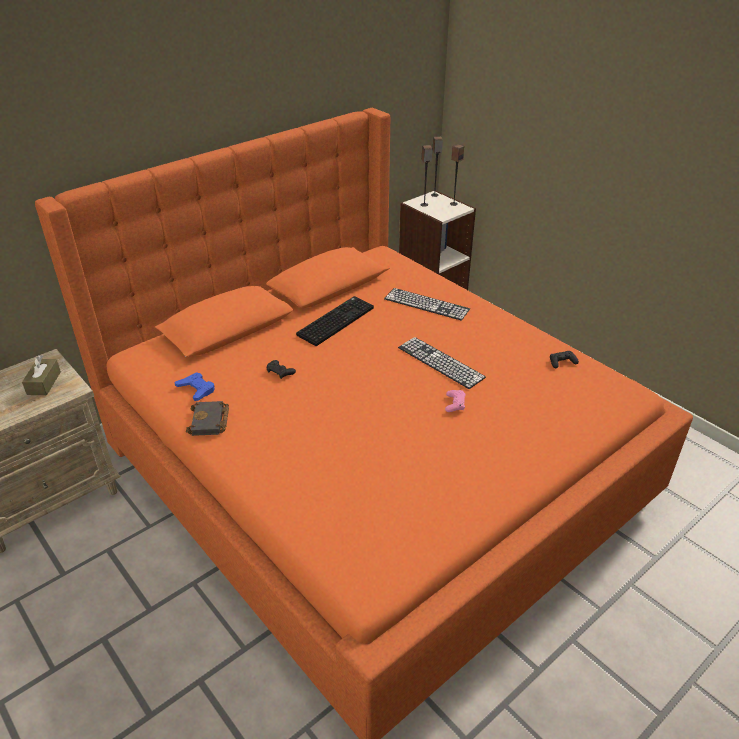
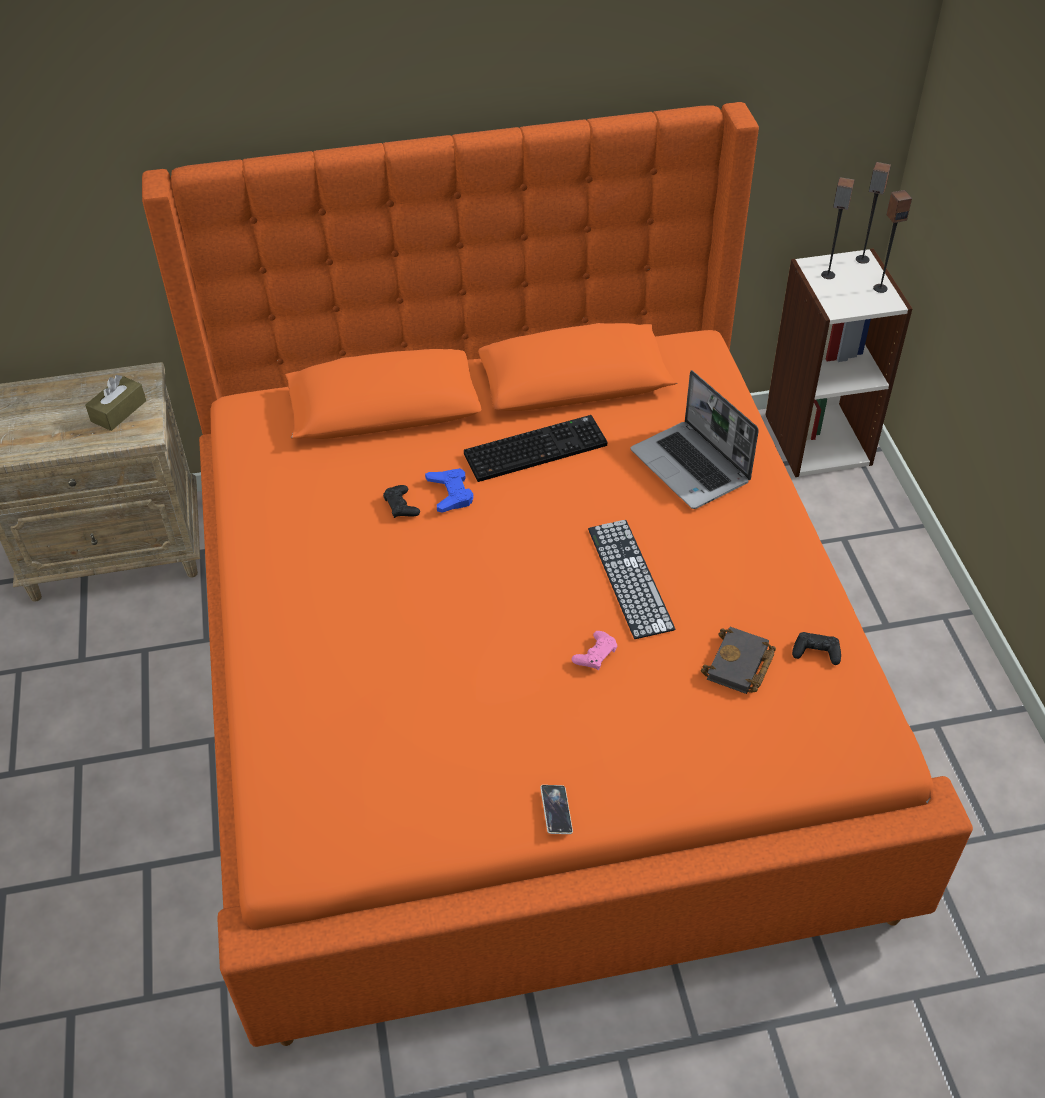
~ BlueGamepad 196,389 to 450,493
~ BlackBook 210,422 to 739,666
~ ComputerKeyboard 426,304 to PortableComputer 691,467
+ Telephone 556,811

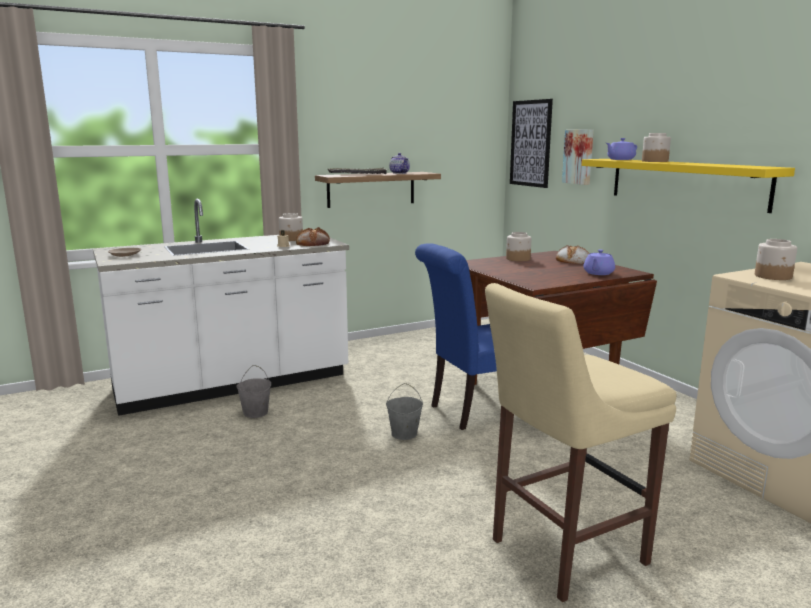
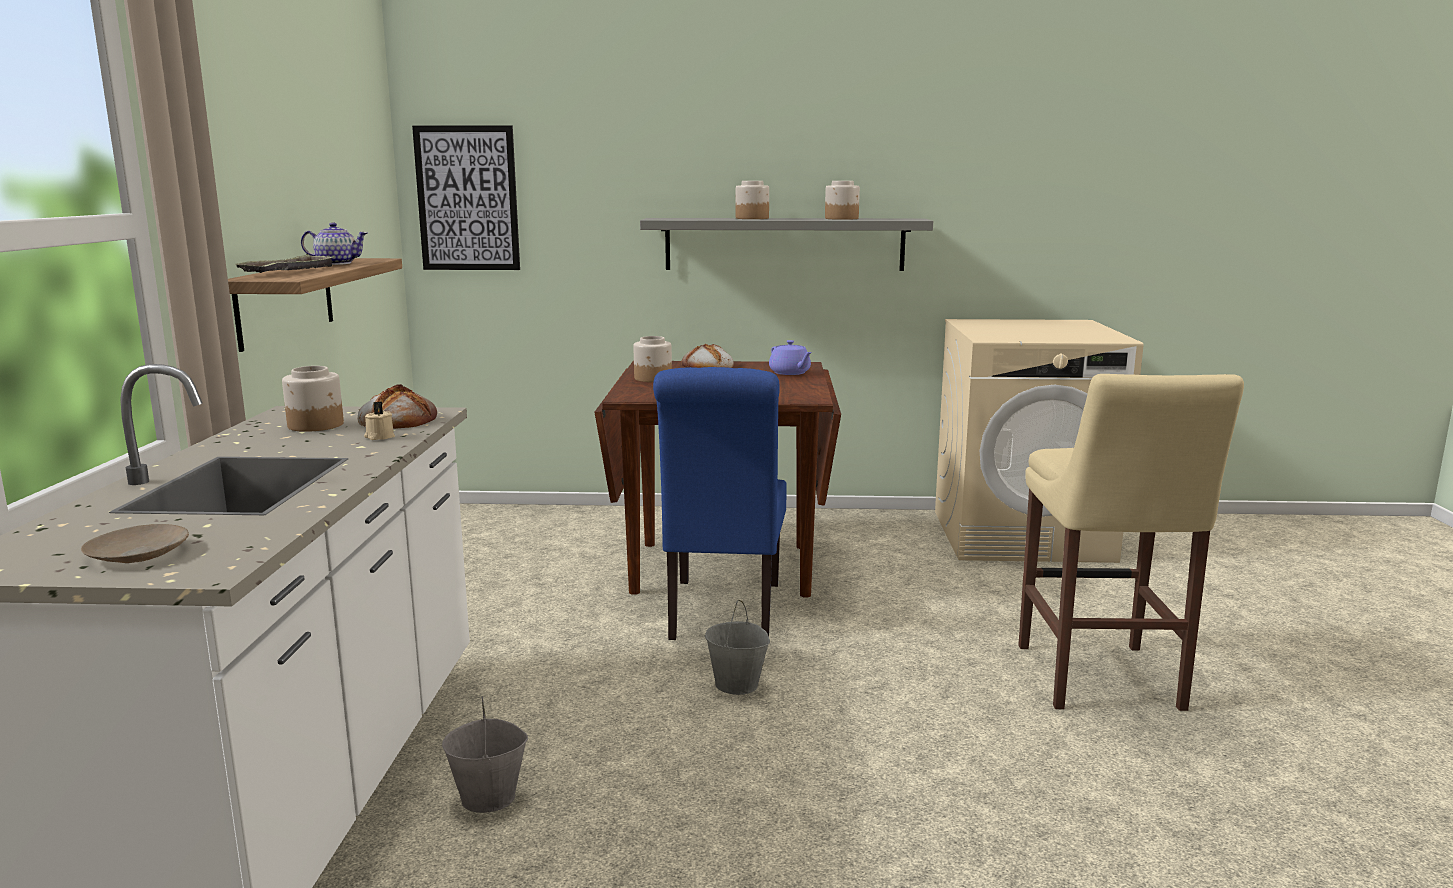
- Picture 579,156
~ YellowishBracketShelf 685,183 to GreyBracketShelf 784,244
- PurplishTeapot 620,159
~ Jar 773,276 to 842,218

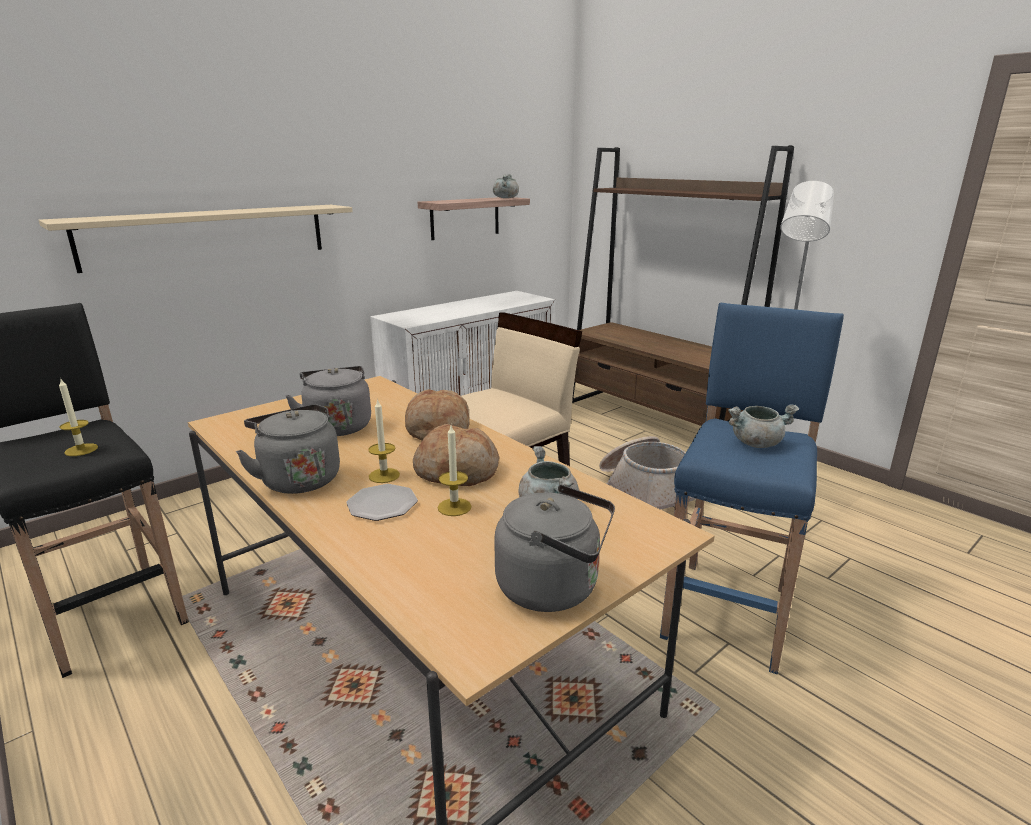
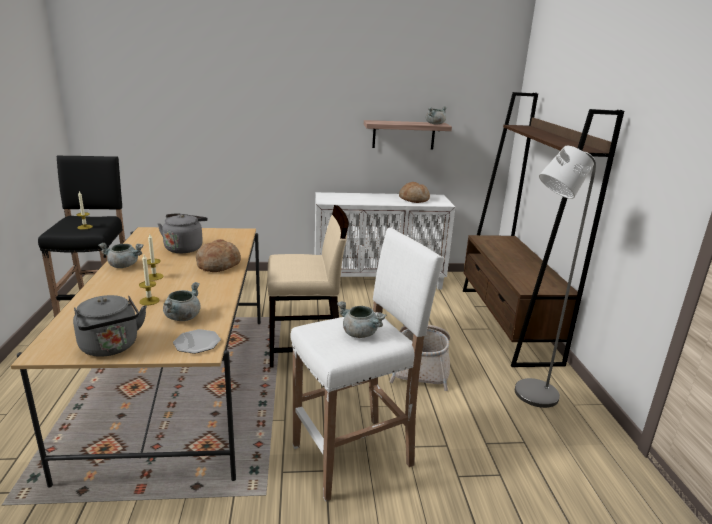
- BeigeColouredBracketShelf 208,235
~ GreyKettle 298,478 to GreyCookingPot 124,265
~ DinnerPlate 382,505 to 197,343
~ Bread 457,471 to 414,199
~ BlueStool 728,610 to WhitishStool 355,455

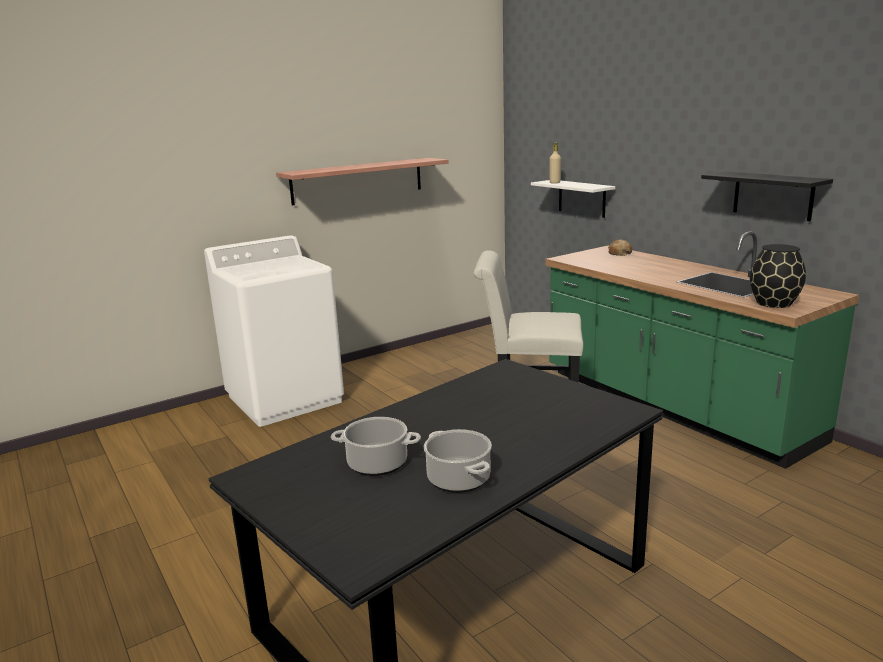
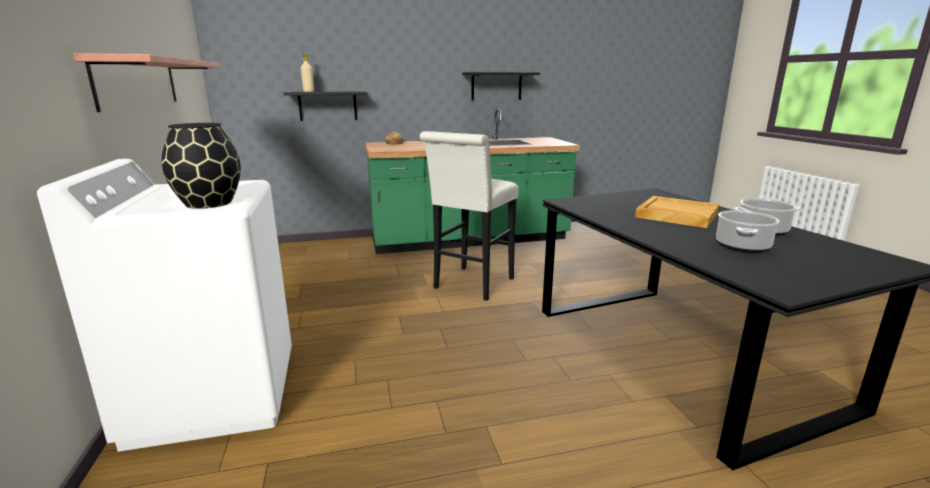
~ WhitishBracketShelf 581,198 to BlackBracketShelf 328,106
~ BlackFlowerVase 773,303 to 208,203
+ BeigeColouredCarryingTray 676,215

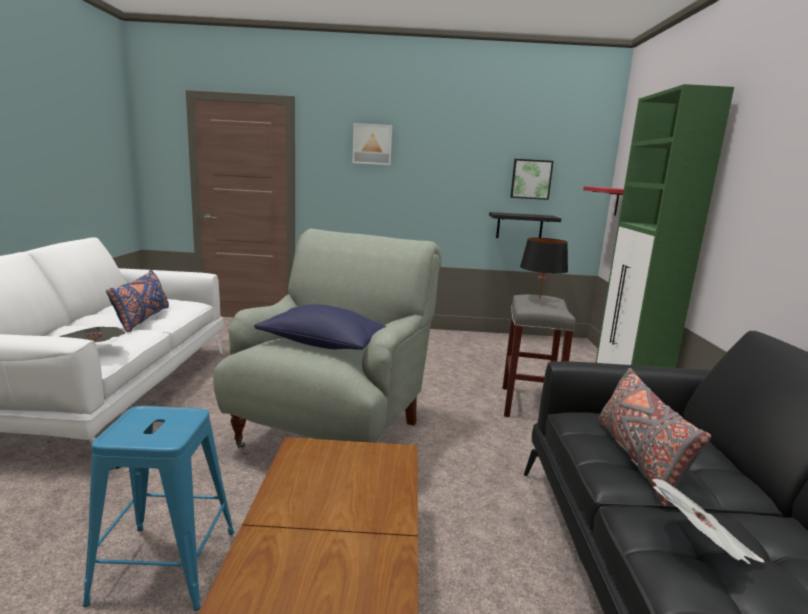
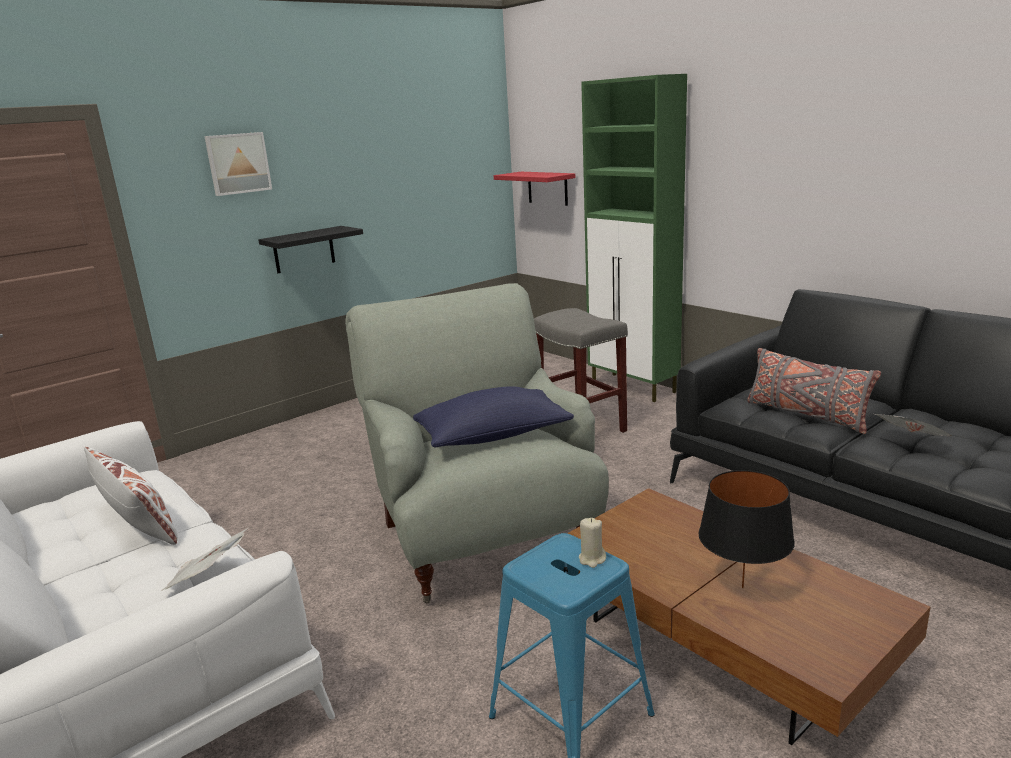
~ BluePillow 142,319 to WhitishPillow 138,524
~ BlackBracketShelf 519,226 to 304,250
- Picture 531,179
~ BlackTableLamp 540,298 to 743,588
+ BeigeColouredWaxCandle 592,559

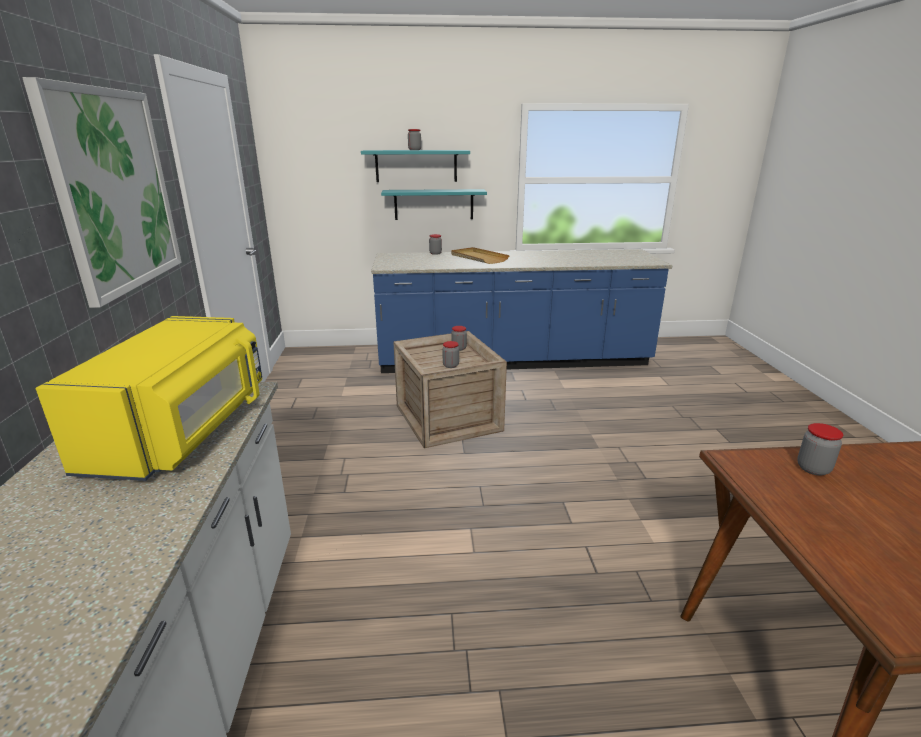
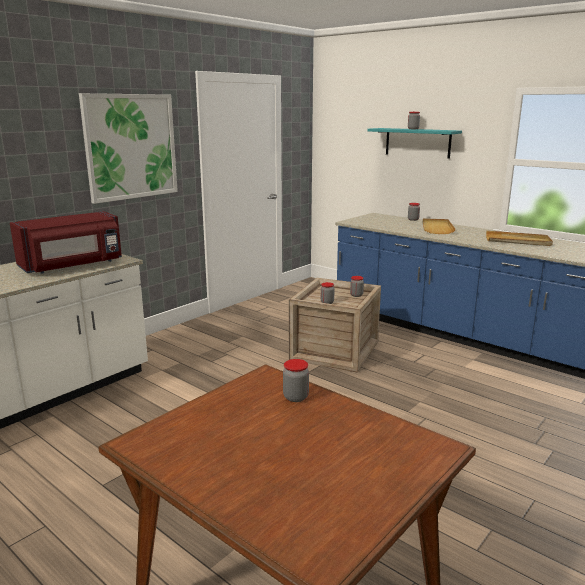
~ YellowishMicrowave 184,432 to RedColouredMicrowave 73,266
- TurquoiseColouredBracketShelf 434,204
+ BeigeColouredCarryingTray 518,241

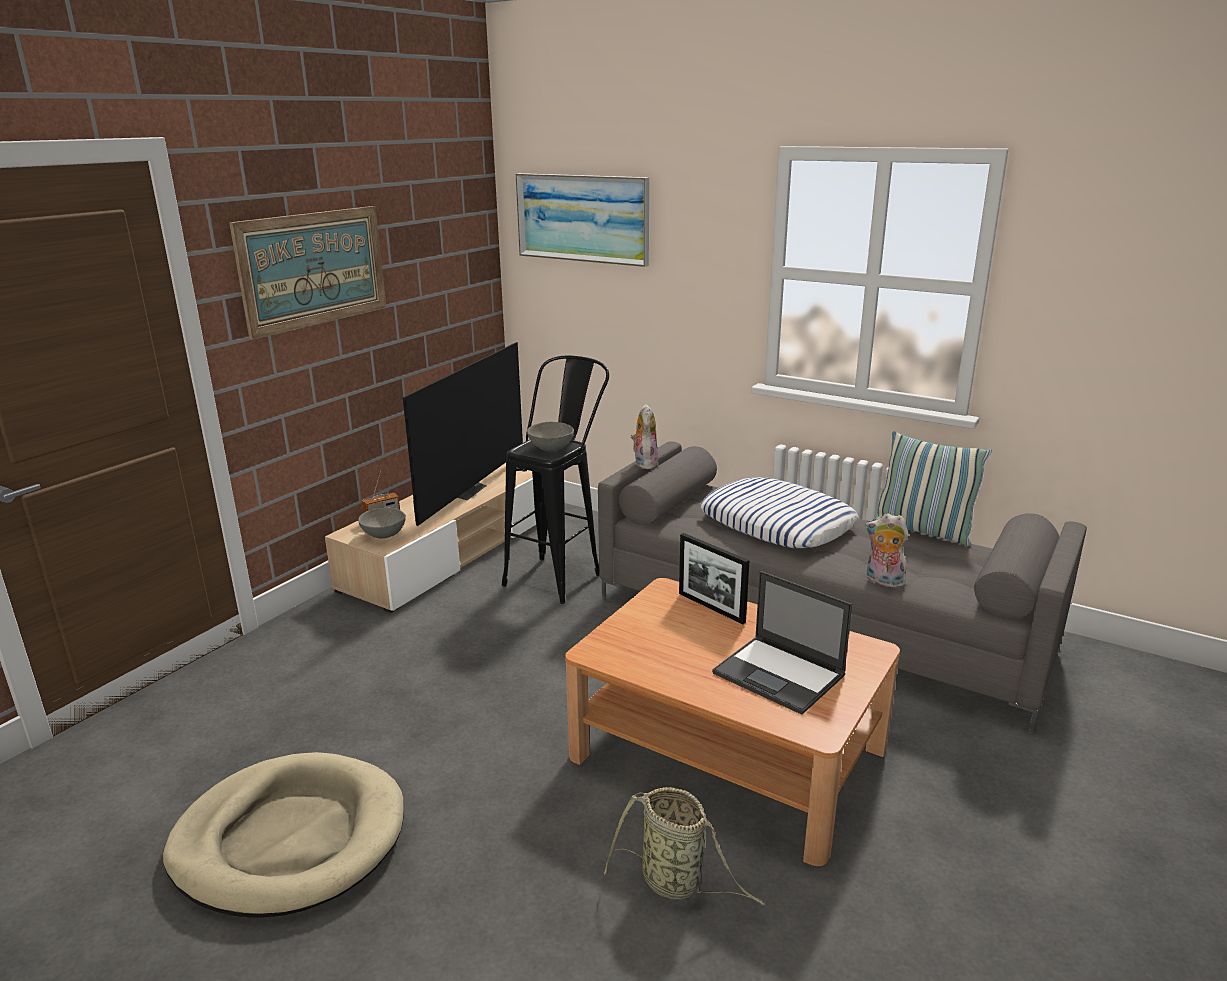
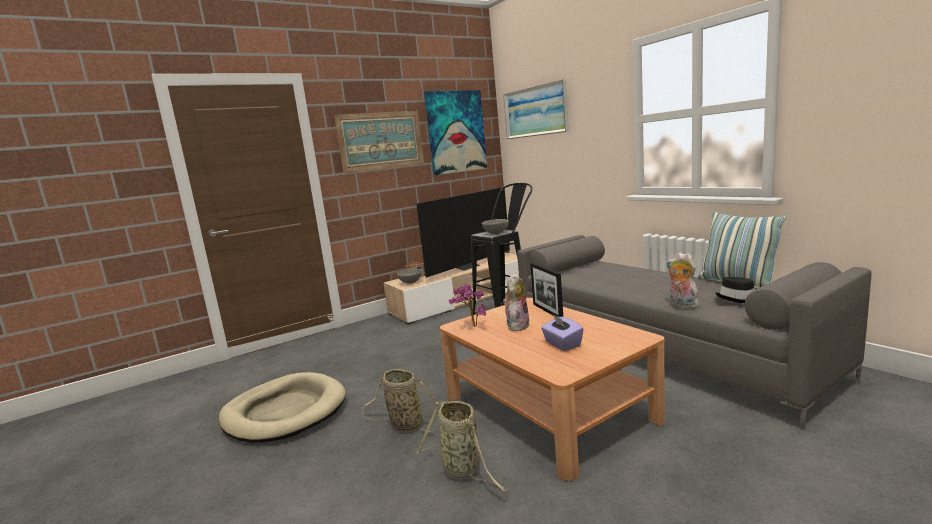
~ SoftToy 644,463 to 517,325
- Pillow 777,523
~ PortableComputer 780,675 to PurplishBoxOfTissues 562,344
+ StorageBasket 404,425
+ Picture 456,132
+ PottedPlant 471,326
+ BlackClothingHat 739,298

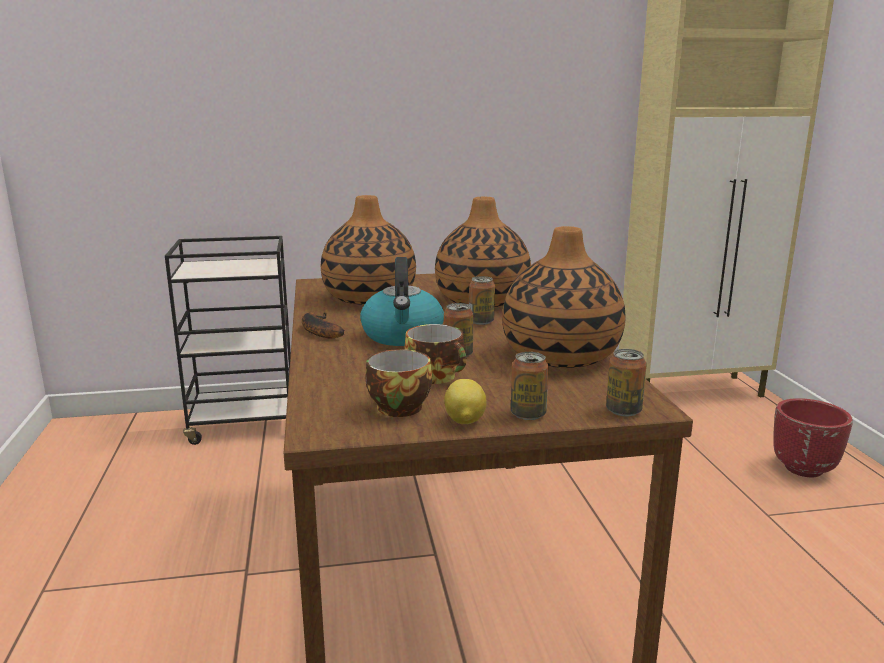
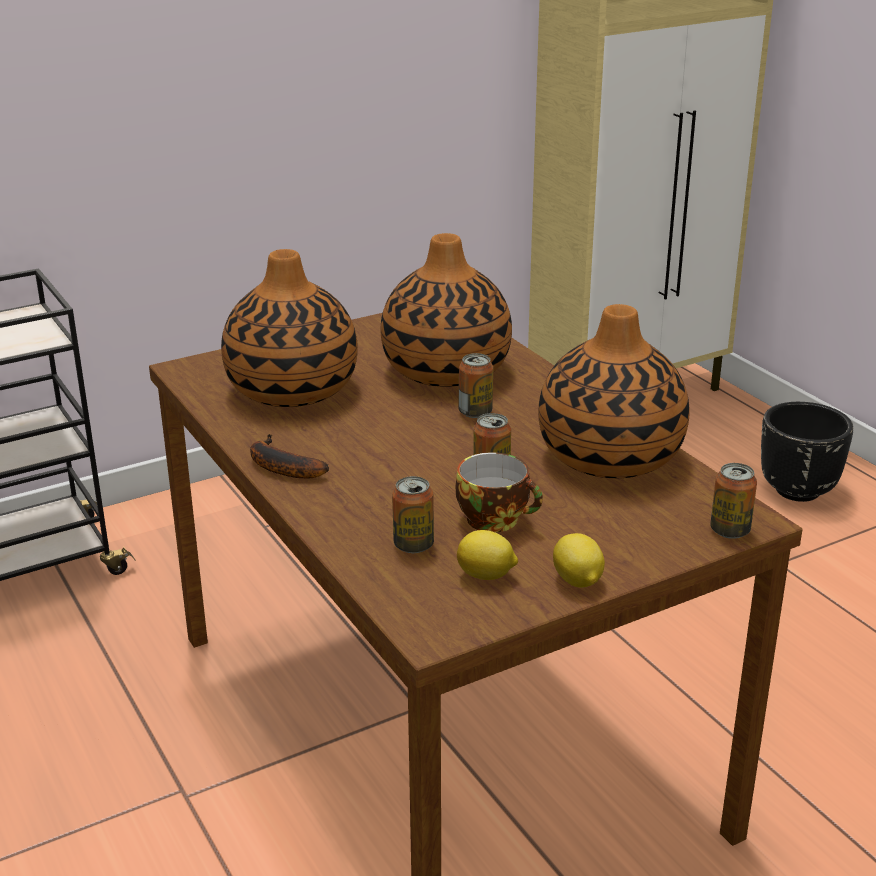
- Kettle 403,336
~ Cup 396,406 to CitrusFruit 486,576
~ SealedCan 528,414 to 413,545
~ RedColouredPlantPot 804,469 to BlackPlantPot 798,491

